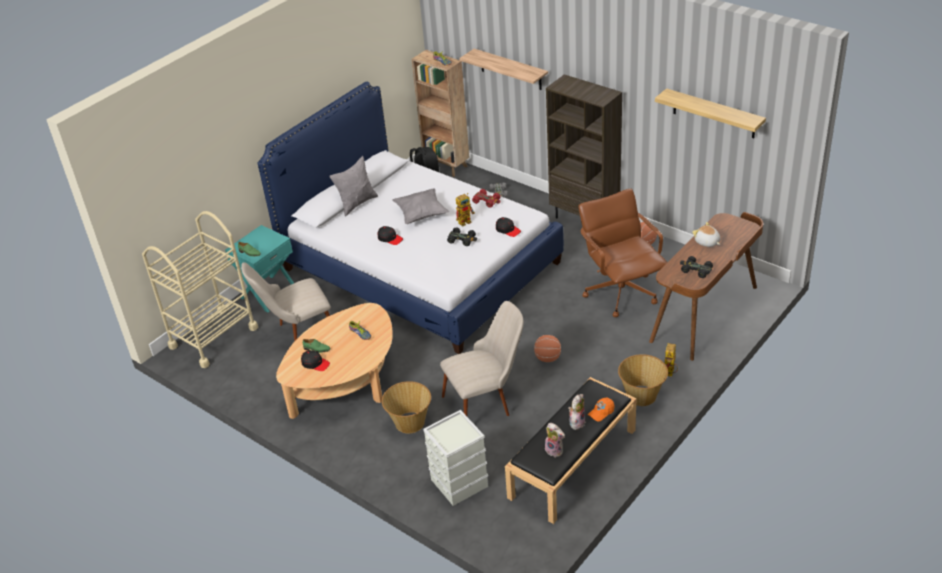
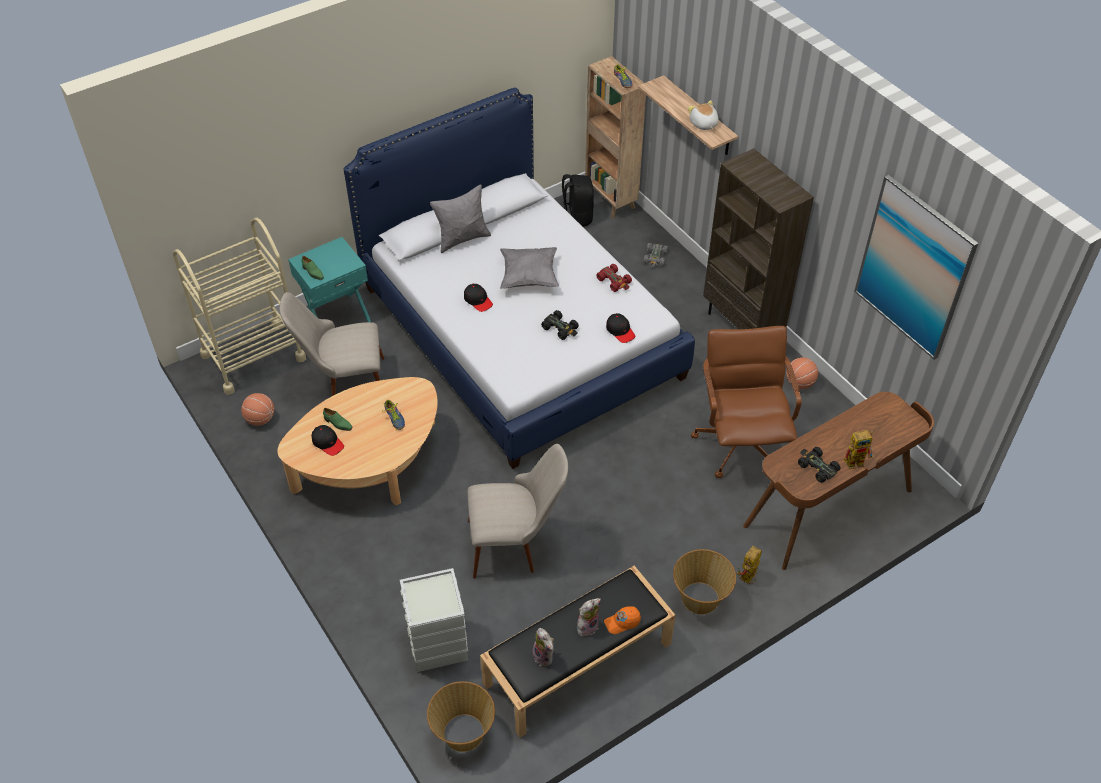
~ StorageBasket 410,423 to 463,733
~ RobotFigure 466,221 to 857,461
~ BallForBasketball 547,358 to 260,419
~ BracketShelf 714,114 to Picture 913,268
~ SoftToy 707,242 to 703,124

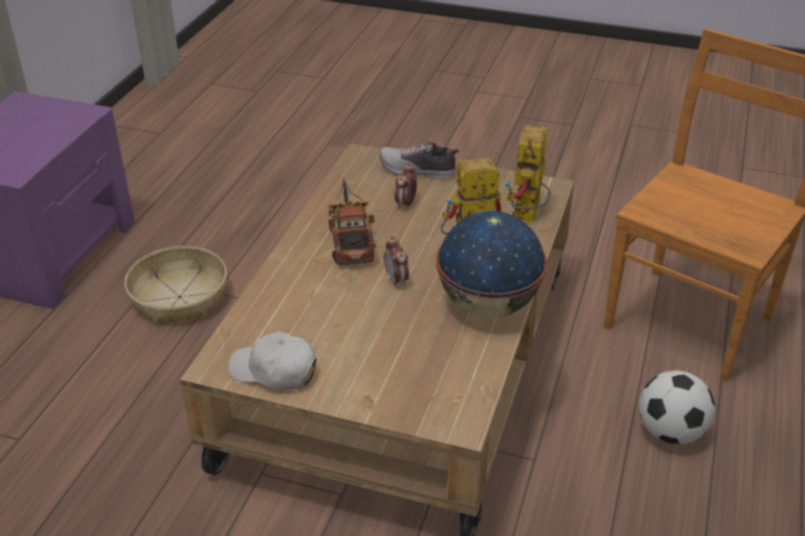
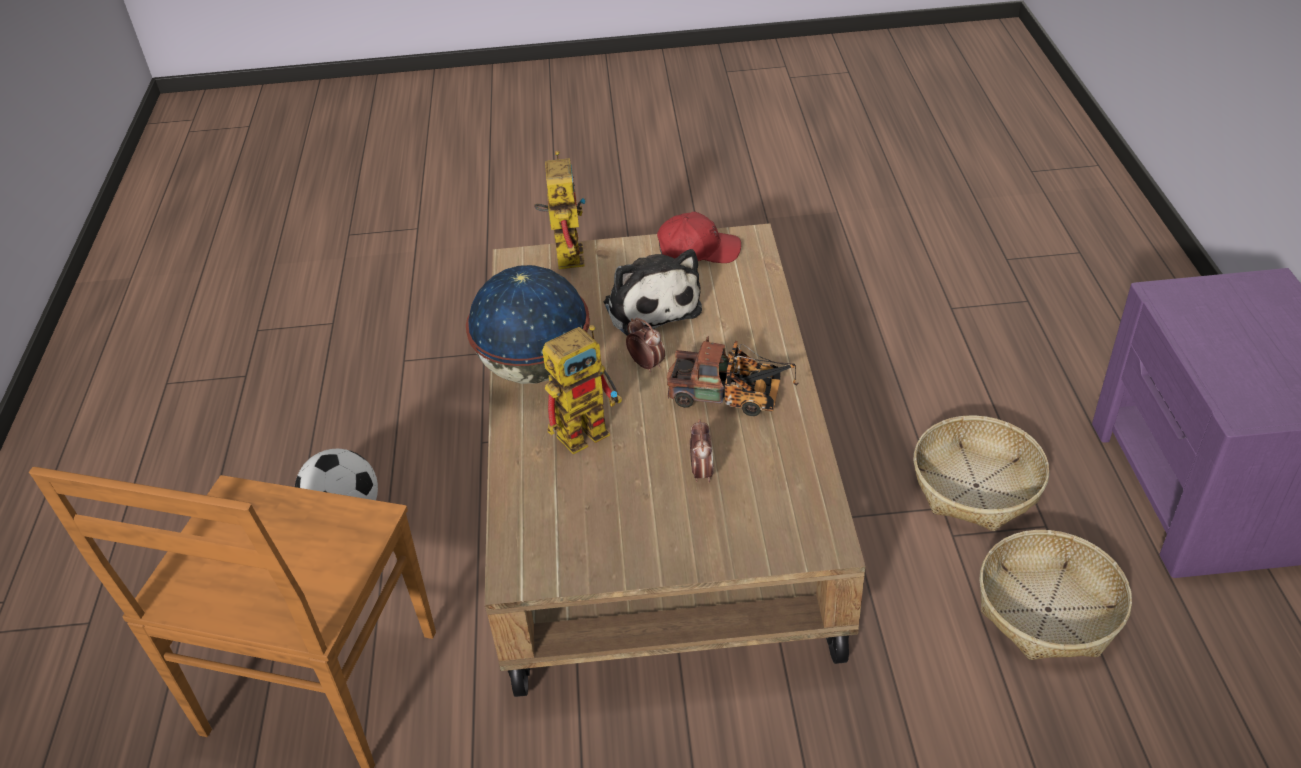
~ WhitishPeakedCap 274,371 to RedColouredPeakedCap 698,250
~ ToyLorry 350,239 = 732,397 45 degrees counterclockwise
- ItemOfFootwear 418,171
~ RobotFigure 527,218 to 565,251
+ SoftToy 650,305
+ StorageBasket 1048,610

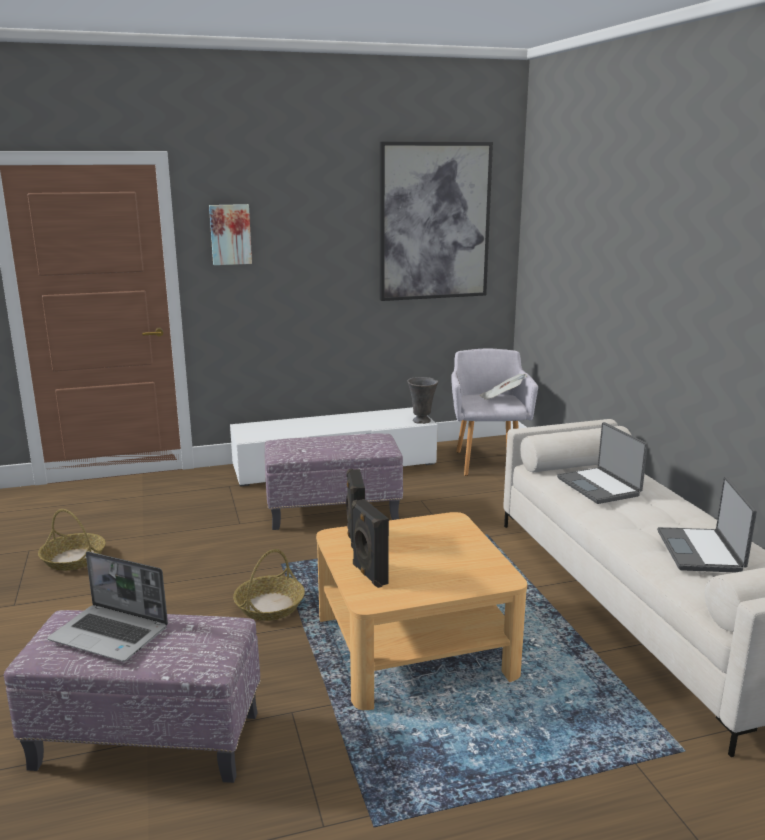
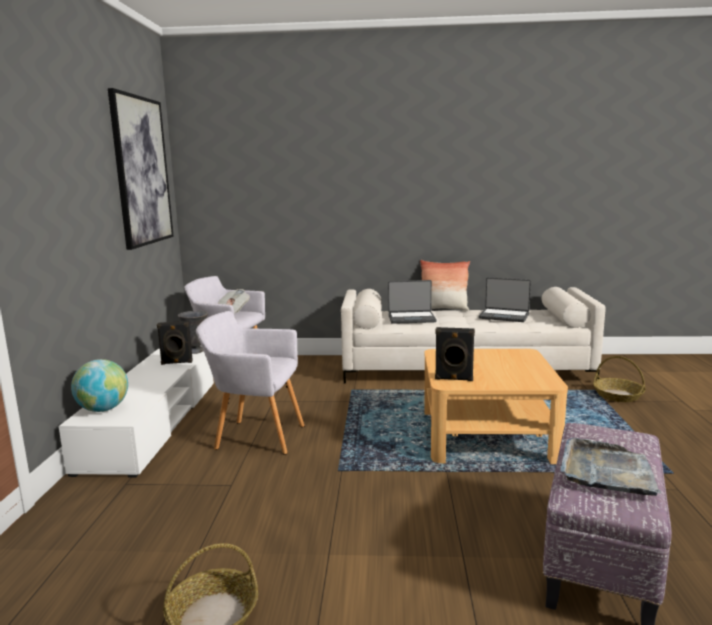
~ PortableComputer 111,634 to GreyCarryingTray 607,471
- Picture 230,234
~ StorageBasket 269,606 to 618,395
~ Pouffe 333,511 to GreyArmchair 256,436
~ BlackSpeaker 368,574 to 177,362
+ Globe 103,409
+ Pillow 443,309

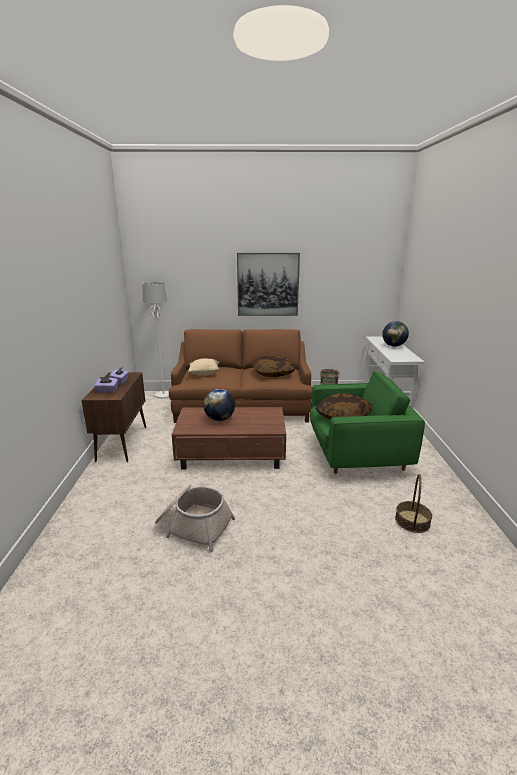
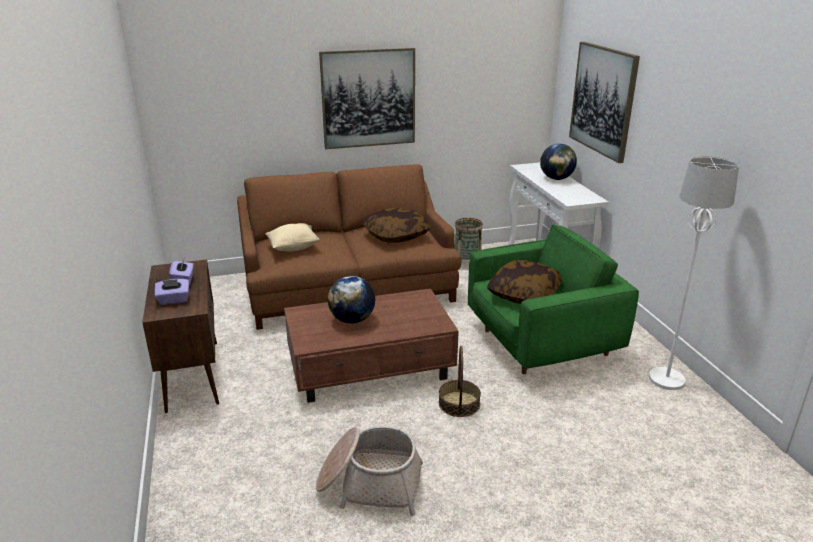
~ WhitishStandingLamp 164,395 to 666,379
~ StorageBasket 412,521 to 459,404
+ Picture 603,100

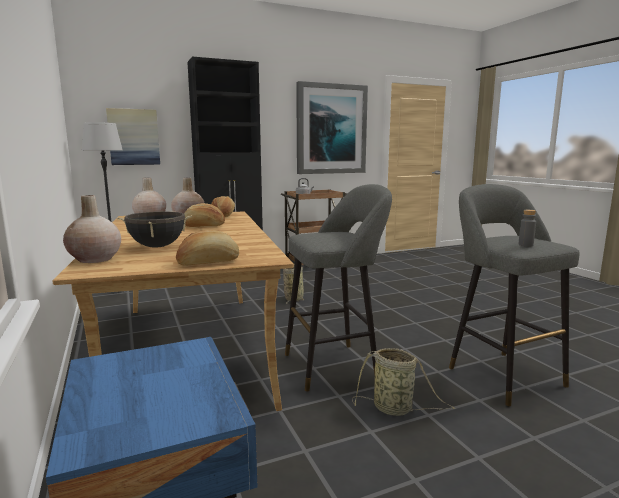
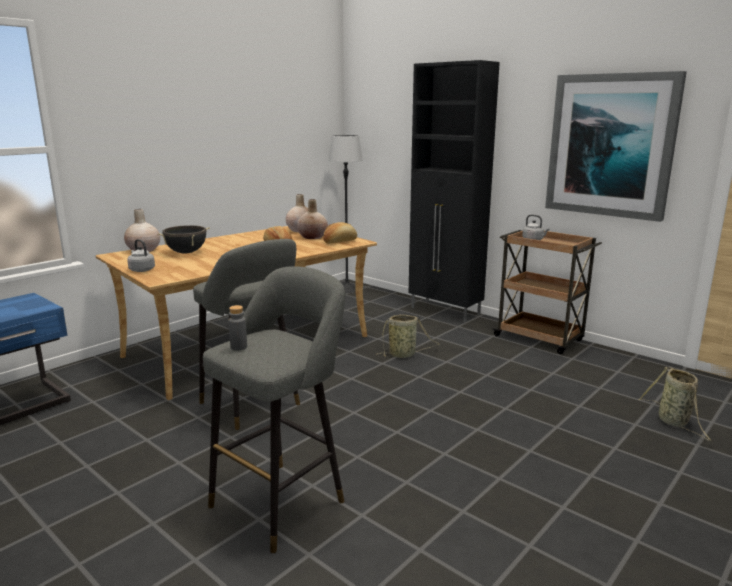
- Picture 133,137
~ Bread 208,262 to GreyKettle 141,270
~ StorageBasket 395,409 to 674,422

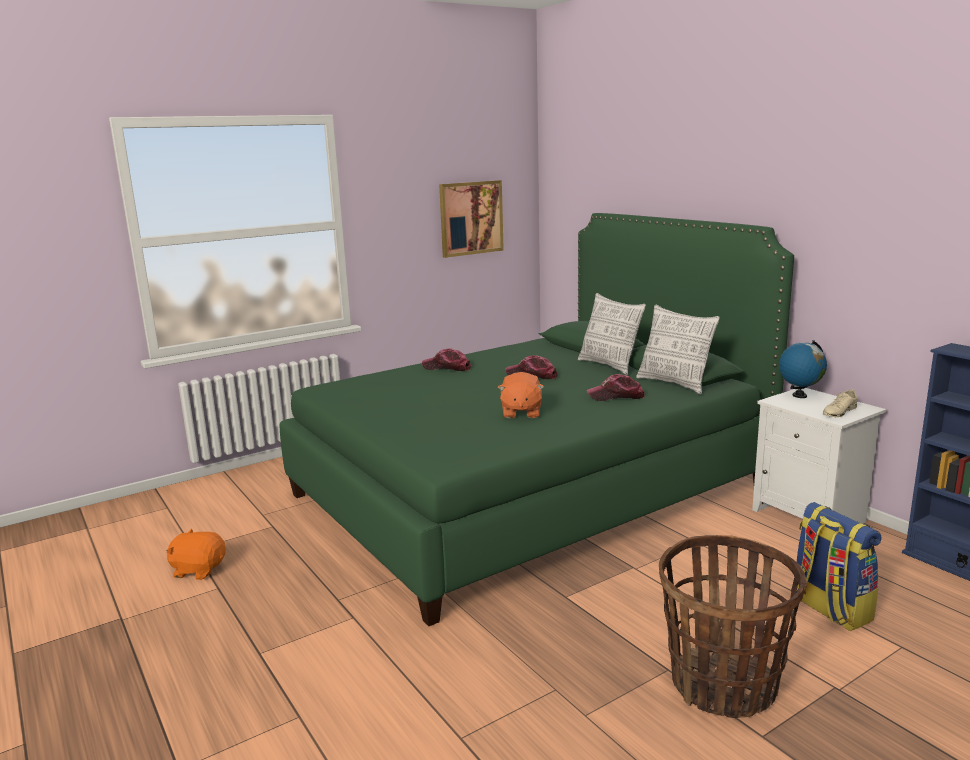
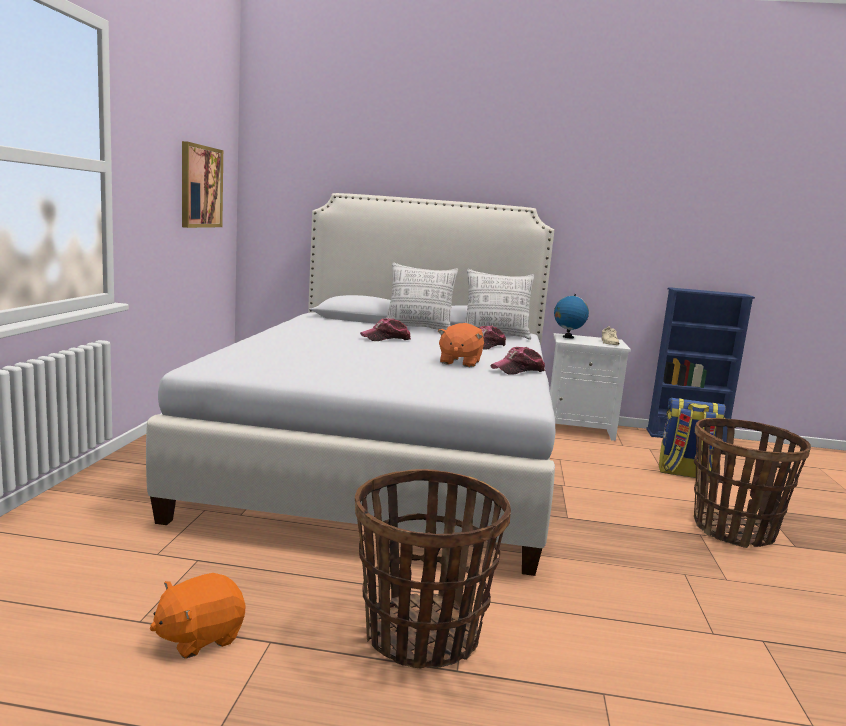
~ GreenishBed 529,490 to WhitishBed 388,456
~ PeakedCap 447,367 to 518,370
~ OrangeSoftToy 521,412 = 459,362 60 degrees clockwise
+ StorageBasket 421,635

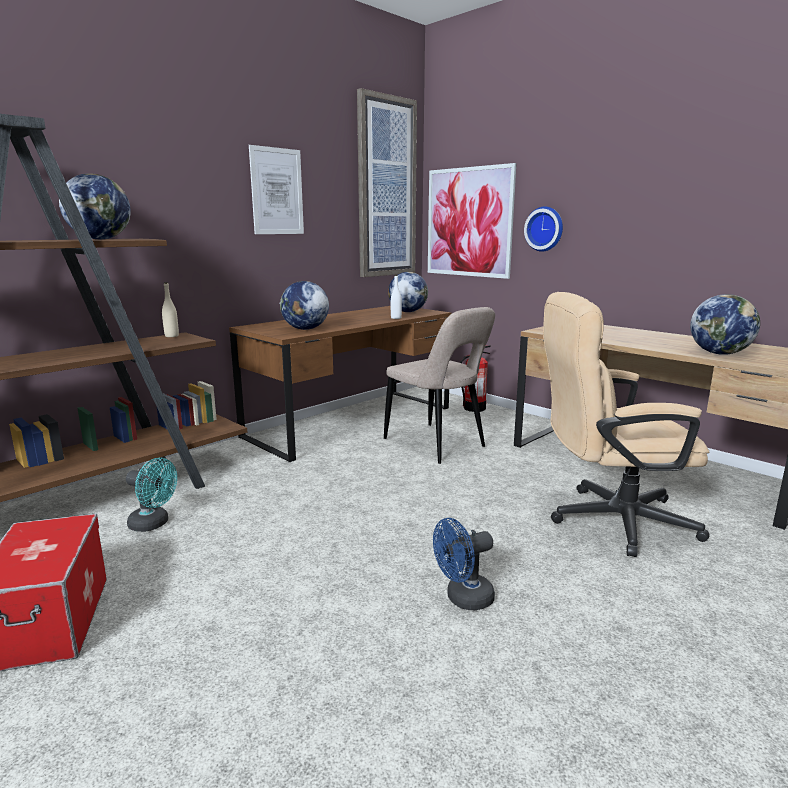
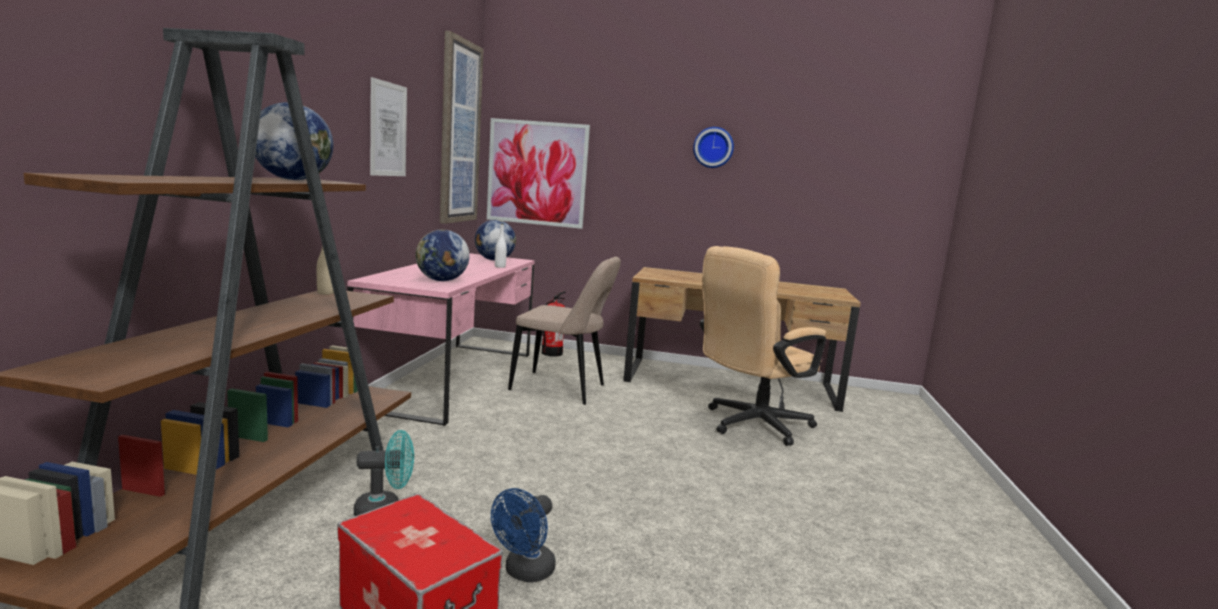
~ BrownishDeskTable 351,422 to PinkishDeskTable 453,378
~ BlueElectricFan 463,599 to 525,572
~ ClockOnTheWall 545,229 to 713,147
- Globe 719,353

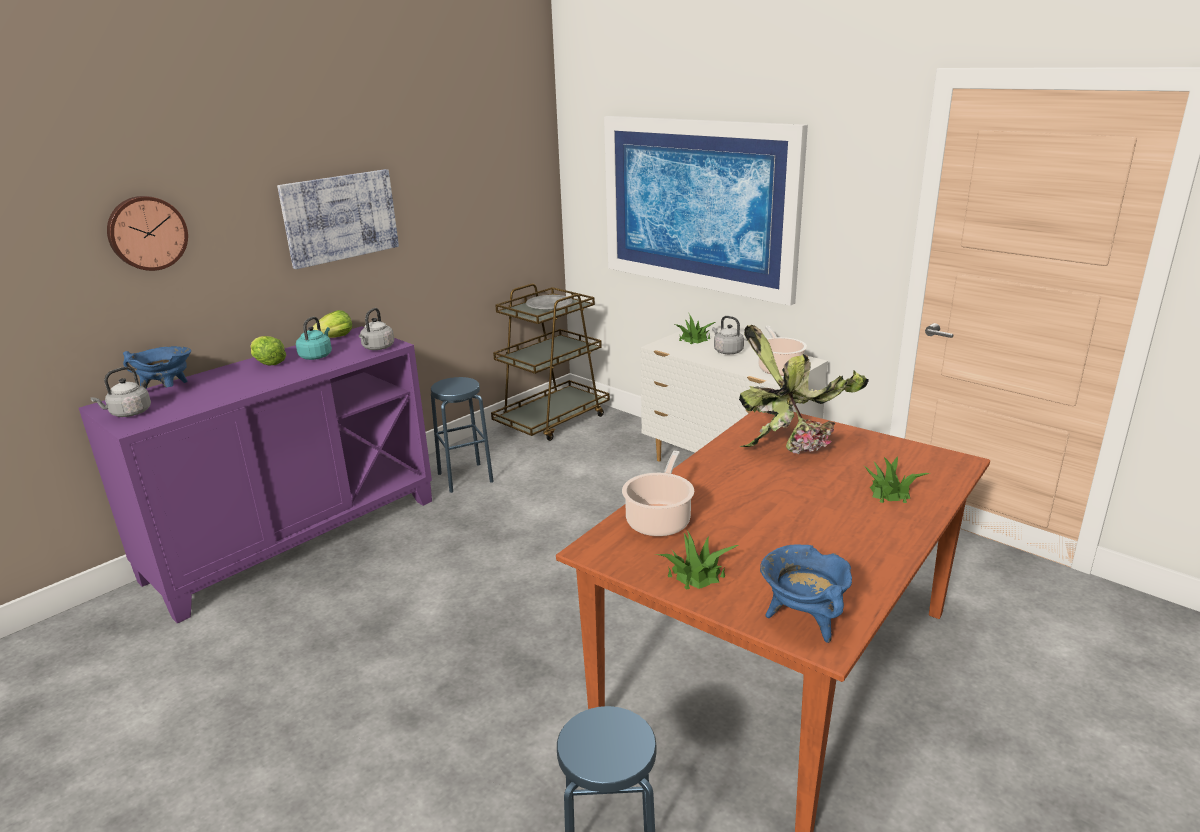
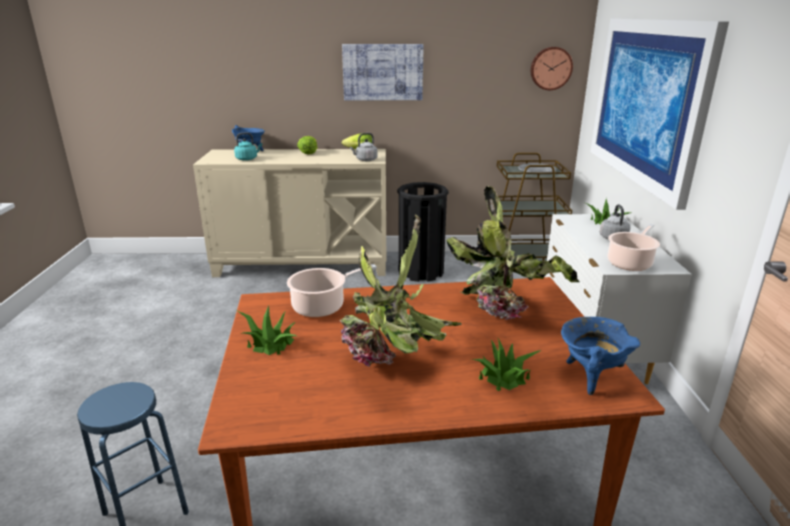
~ PurplishCupboard 295,538 to BeigeColouredCupboard 303,264
- GreyKettle 129,413
~ ClockOnTheWall 146,233 to 550,68
~ TurquoiseColouredKettle 317,356 to 247,159
~ BlueStool 465,477 to BlackTrashCan 421,271
~ BlueCookingPot 803,620 to 591,376
+ PottedPlant 395,360

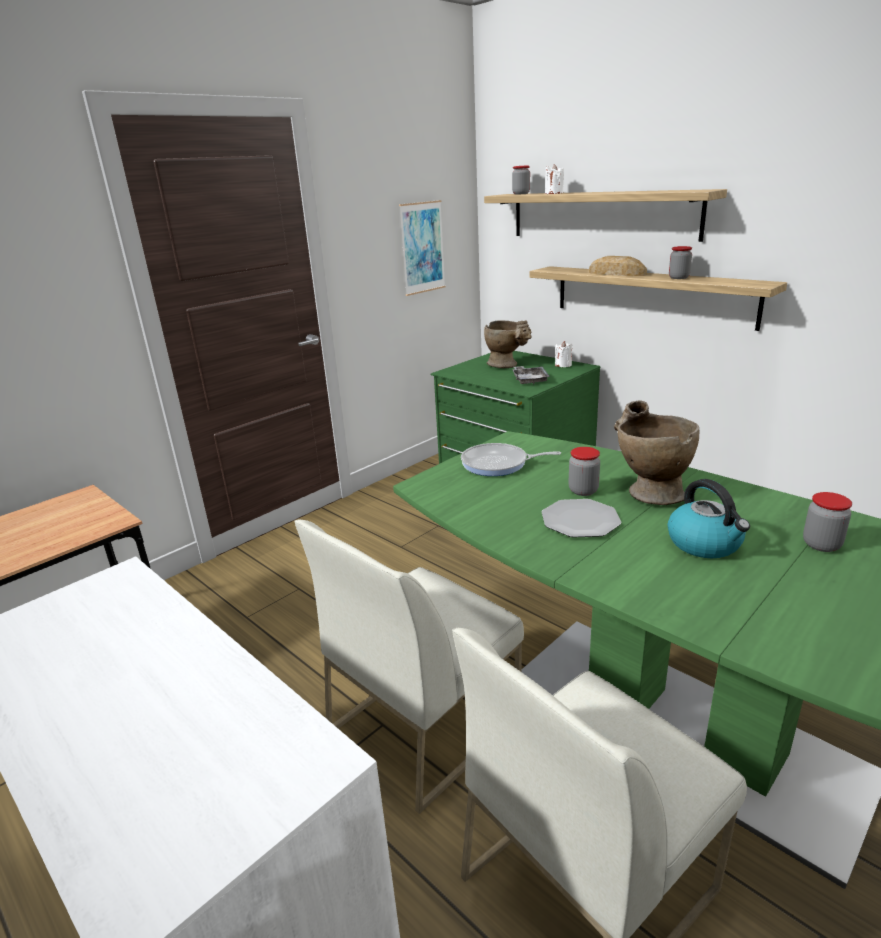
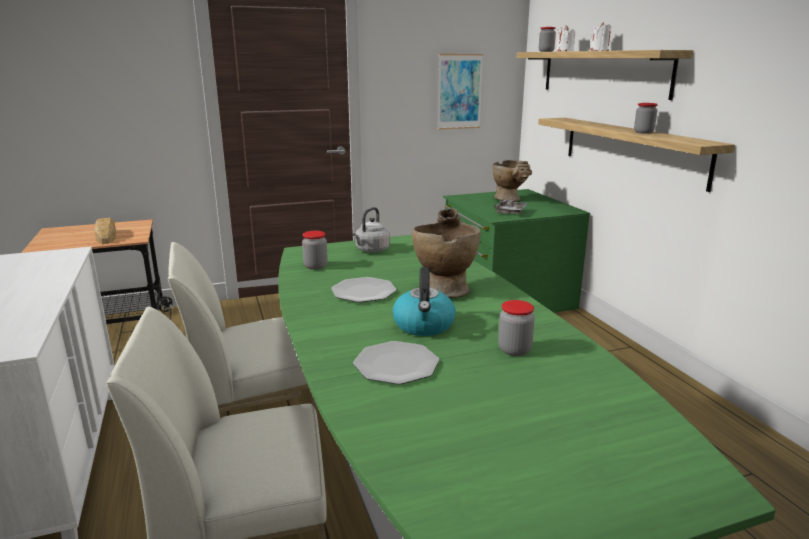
~ Pan 498,464 to GreyKettle 371,250
~ WhitishWaxCandle 563,365 to 599,50
~ Jar 583,490 to 315,266
~ Bread 616,274 to 106,236
+ DinnerPlate 396,364

